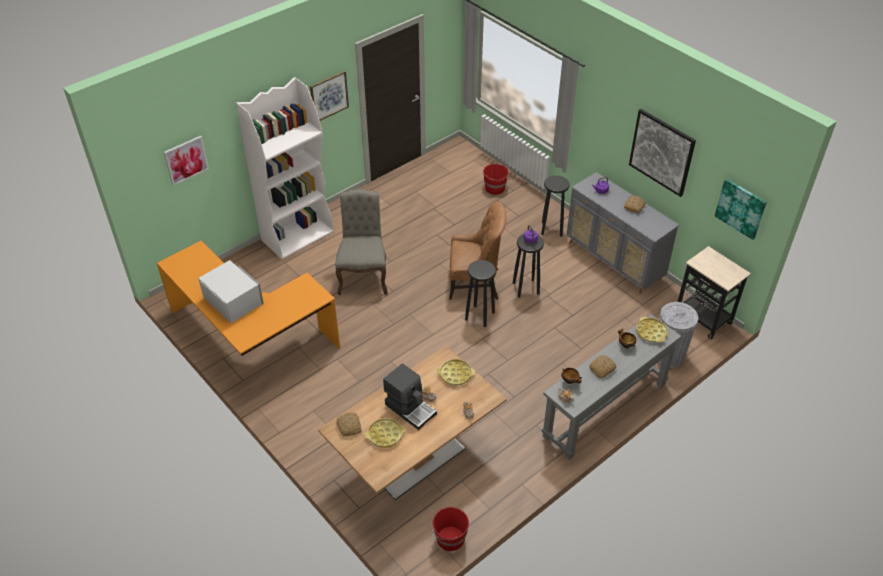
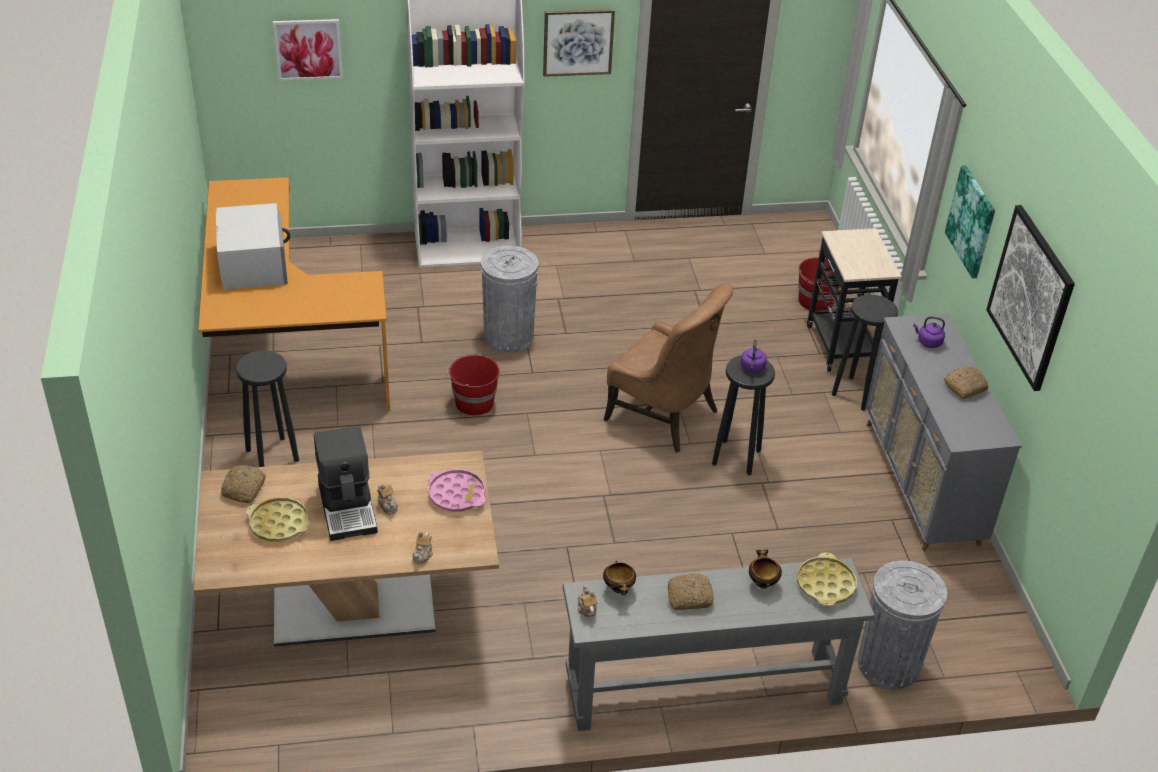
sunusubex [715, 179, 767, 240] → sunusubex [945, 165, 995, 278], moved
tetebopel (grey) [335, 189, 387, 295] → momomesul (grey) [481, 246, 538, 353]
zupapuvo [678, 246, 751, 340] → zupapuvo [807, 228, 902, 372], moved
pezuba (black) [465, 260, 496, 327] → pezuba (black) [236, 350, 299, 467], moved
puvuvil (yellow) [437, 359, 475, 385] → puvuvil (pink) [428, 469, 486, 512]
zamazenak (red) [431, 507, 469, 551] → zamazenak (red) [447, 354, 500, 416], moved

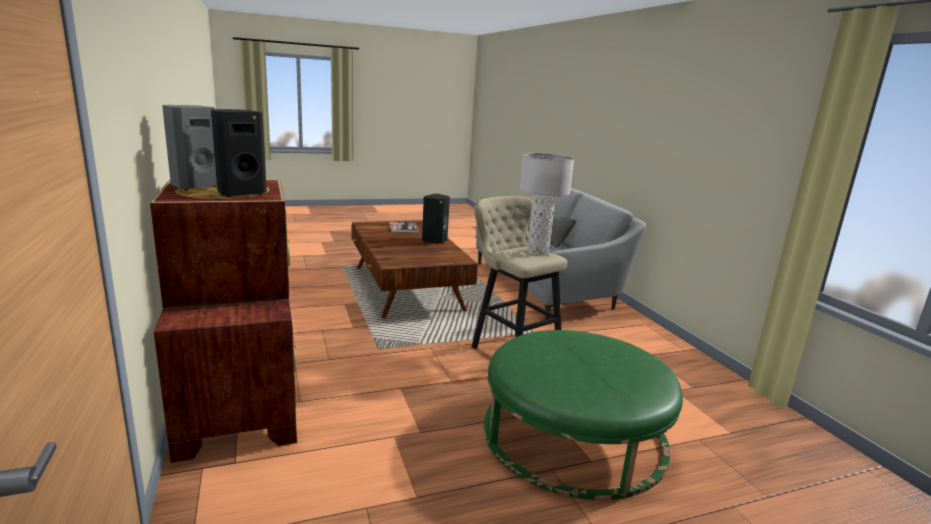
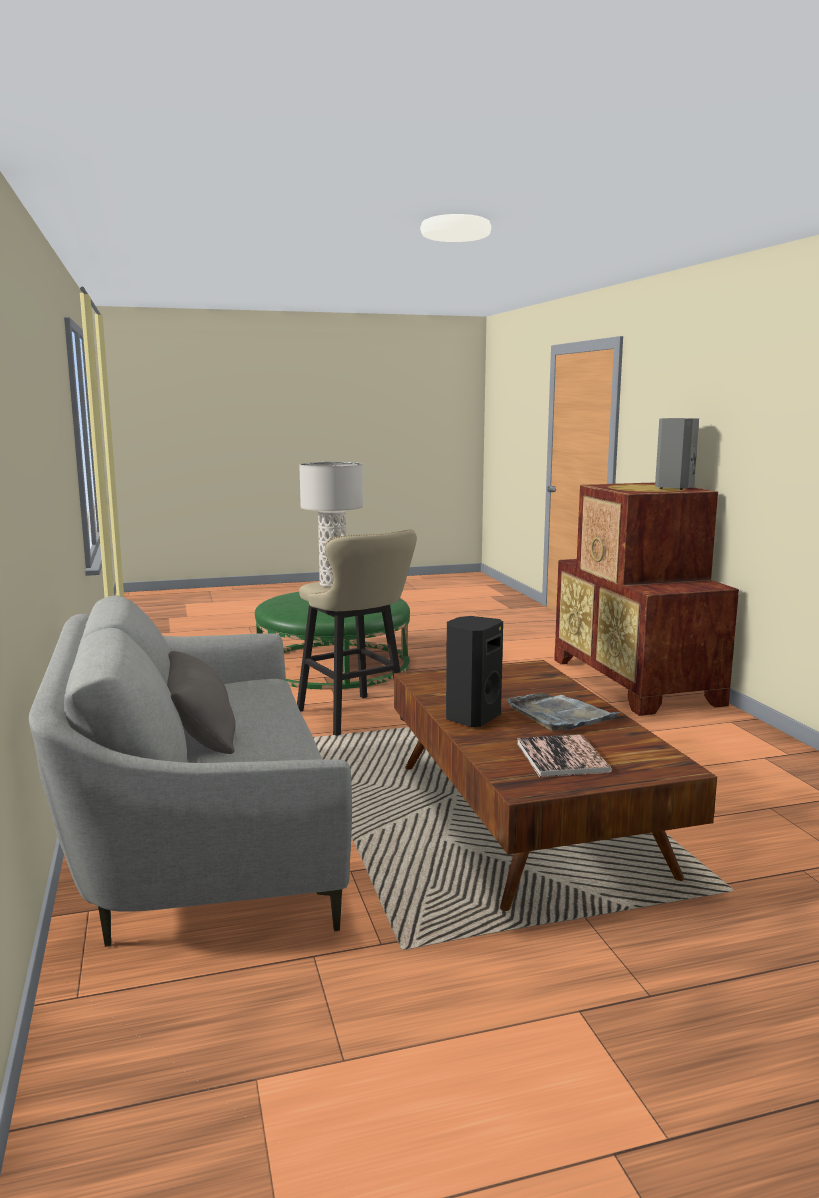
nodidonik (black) [211, 109, 267, 197] → -
- → puvuvil (grey) [507, 693, 620, 731]

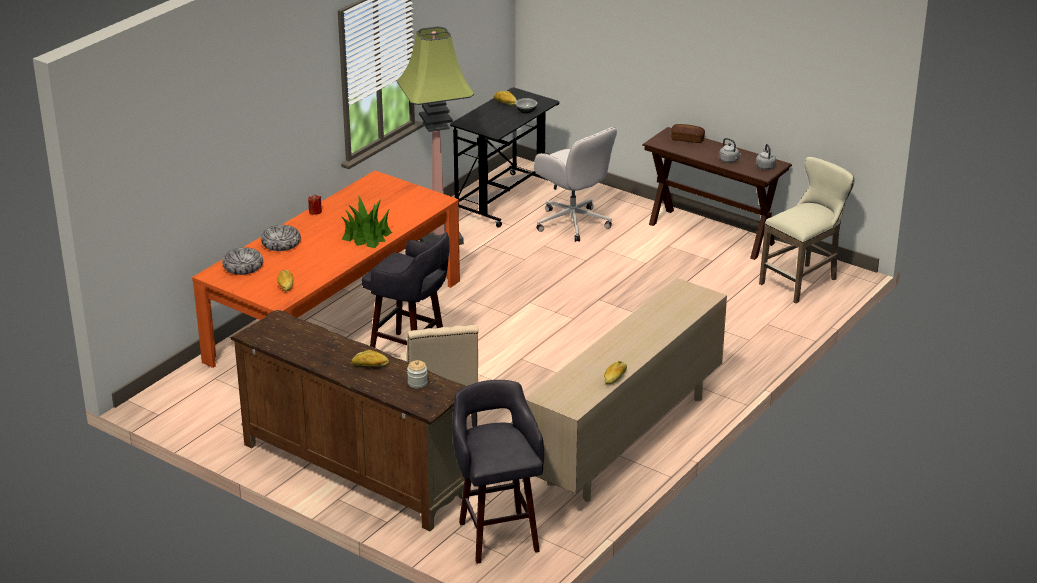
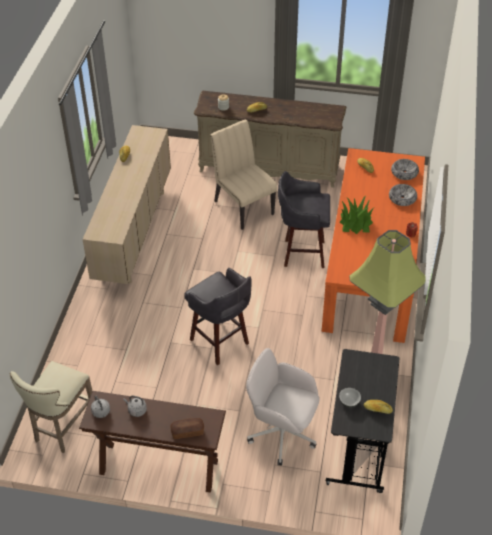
pezuba (grey) [452, 380, 544, 564] → pezuba (grey) [184, 268, 252, 365], moved

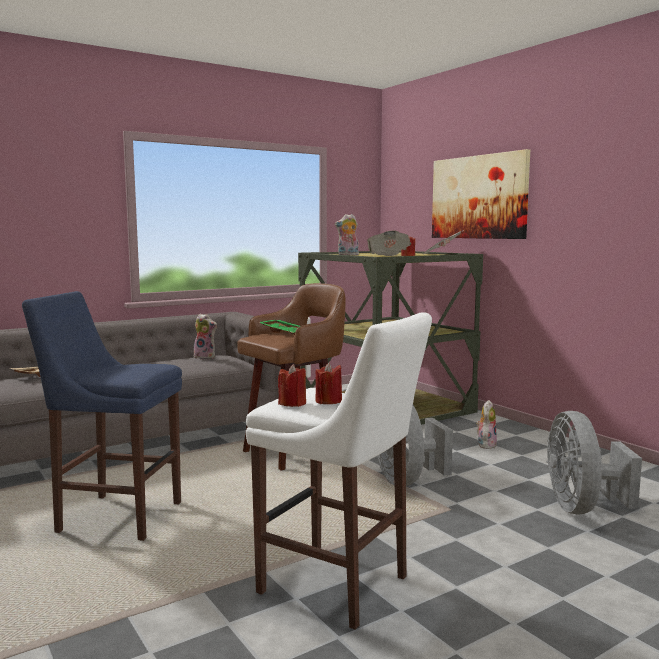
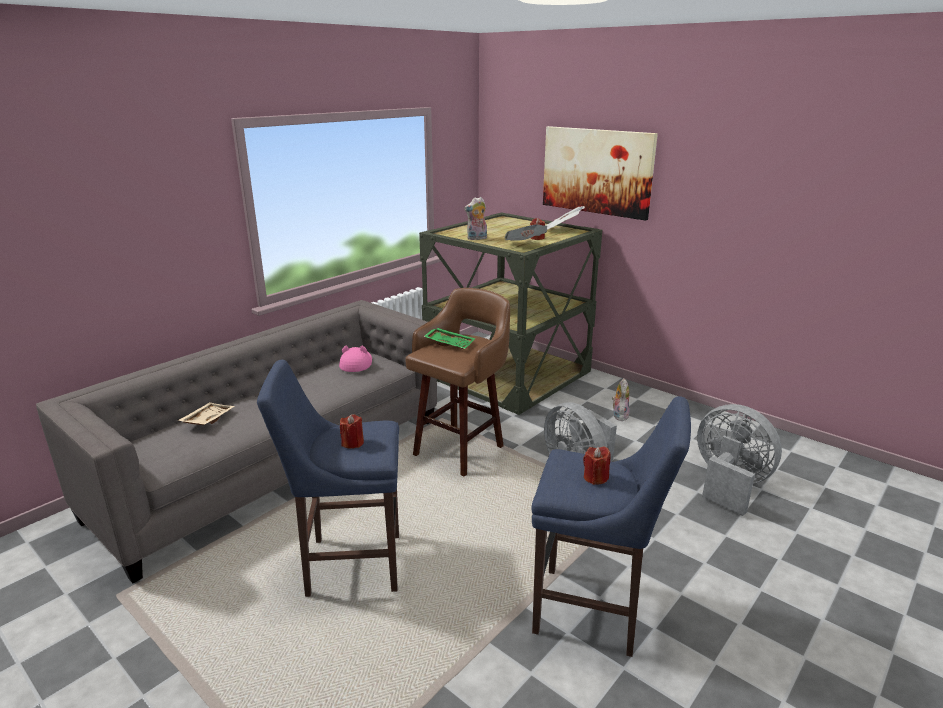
pezuba (white) [246, 312, 432, 630] → pezuba (blue) [531, 396, 691, 657]
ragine [194, 313, 217, 360] → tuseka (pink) [339, 346, 372, 372]
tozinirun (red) [278, 364, 306, 407] → tozinirun (red) [340, 414, 364, 449], moved
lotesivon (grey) [546, 411, 642, 514] → lotesivon (grey) [697, 404, 782, 516], 150 degrees clockwise

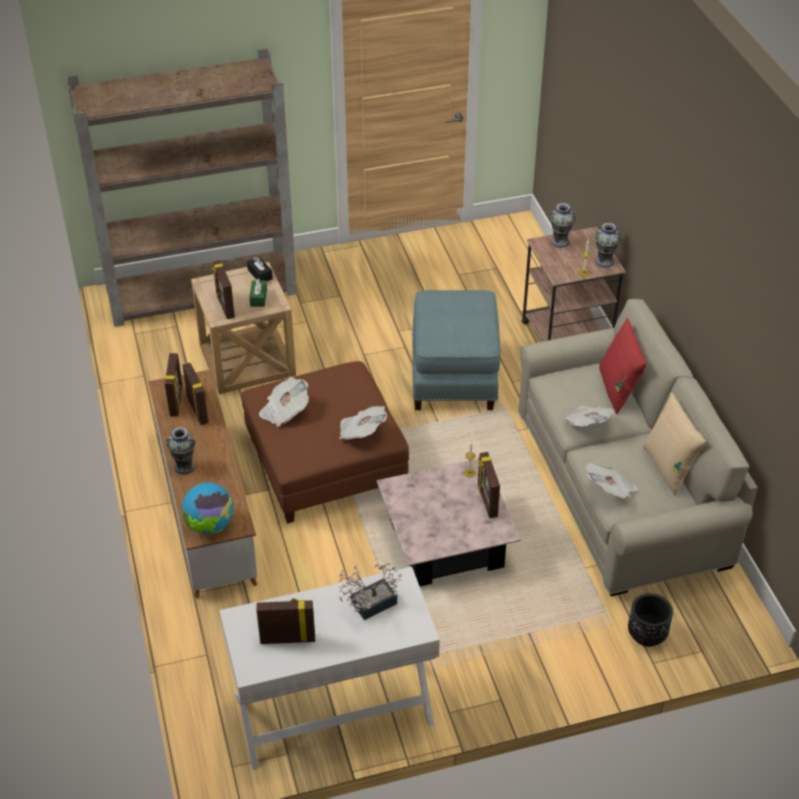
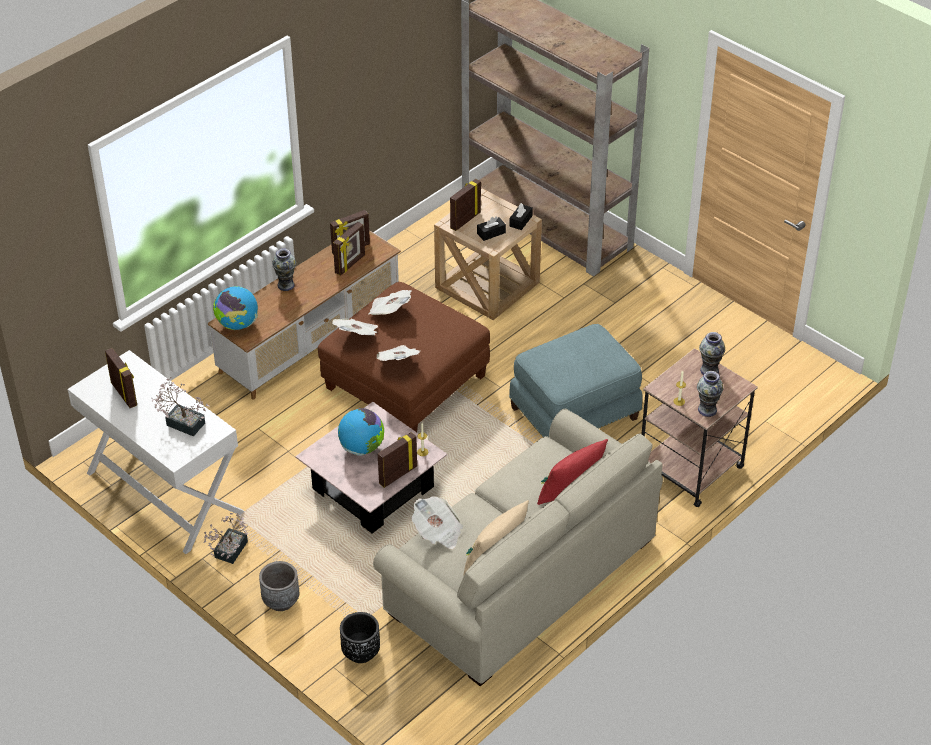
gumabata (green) [249, 278, 267, 307] → gumabata (black) [477, 216, 506, 241]
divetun [563, 406, 615, 427] → divetun [332, 319, 378, 336], moved
- → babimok [338, 408, 384, 456]
- → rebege [204, 513, 248, 564]
- → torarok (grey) [259, 561, 299, 611]

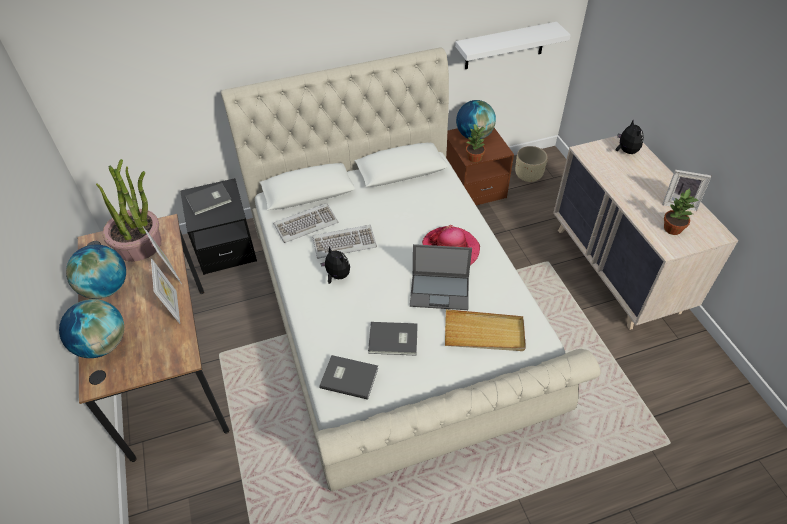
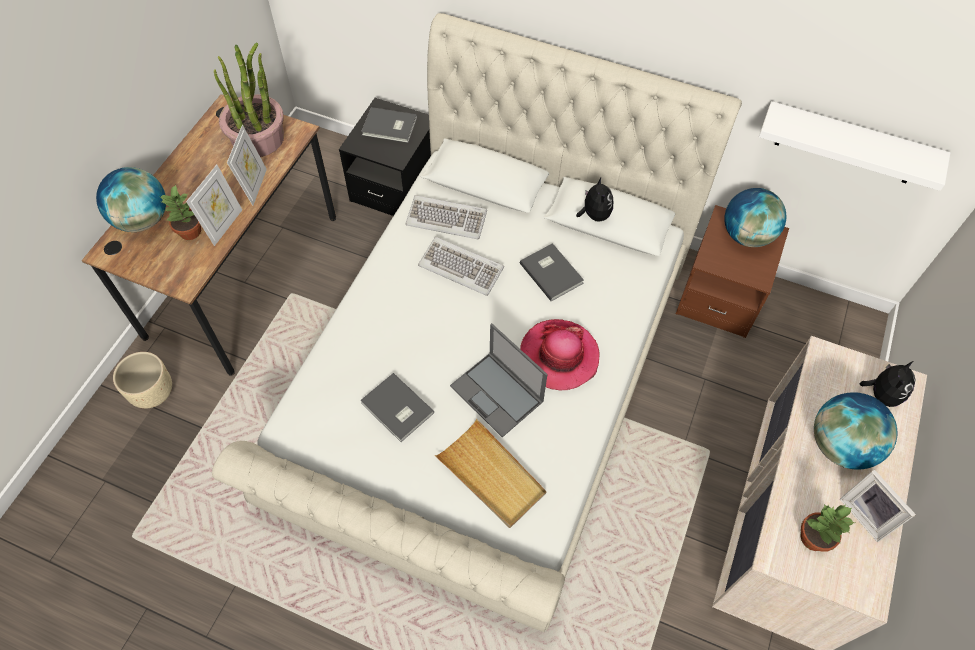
rebege [466, 124, 485, 162] → rebege [160, 184, 201, 240], moved
torarok (beige) [515, 146, 548, 182] → torarok (beige) [113, 352, 172, 409], moved
babimok [66, 245, 126, 299] → babimok [814, 392, 898, 470], moved
ragine [320, 247, 350, 284] → ragine [576, 177, 613, 222], moved
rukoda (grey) [319, 355, 378, 400] → rukoda (grey) [520, 243, 584, 301], moved

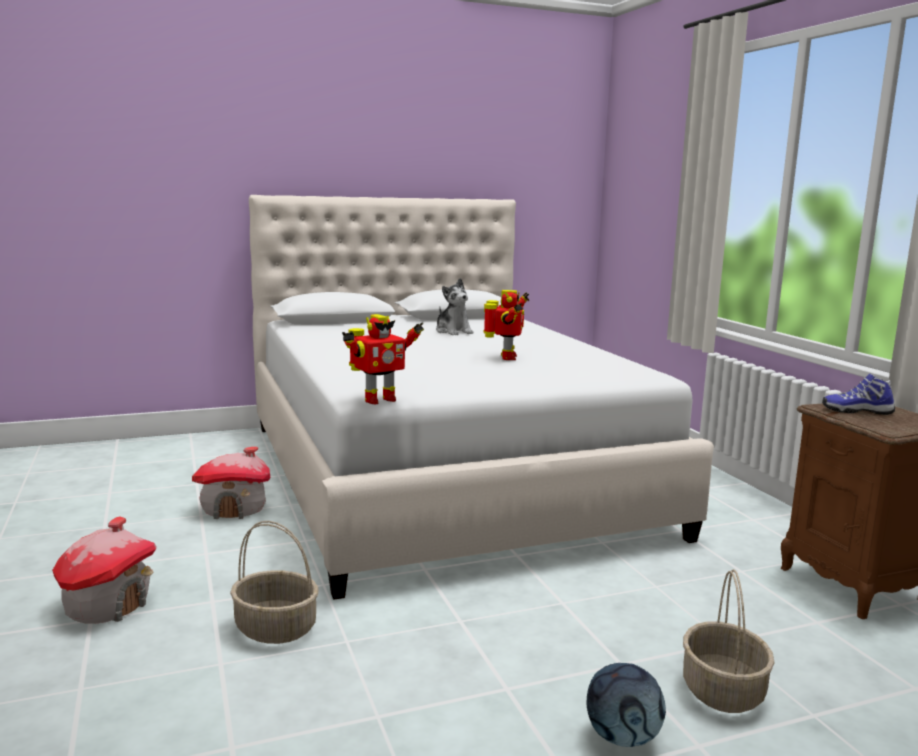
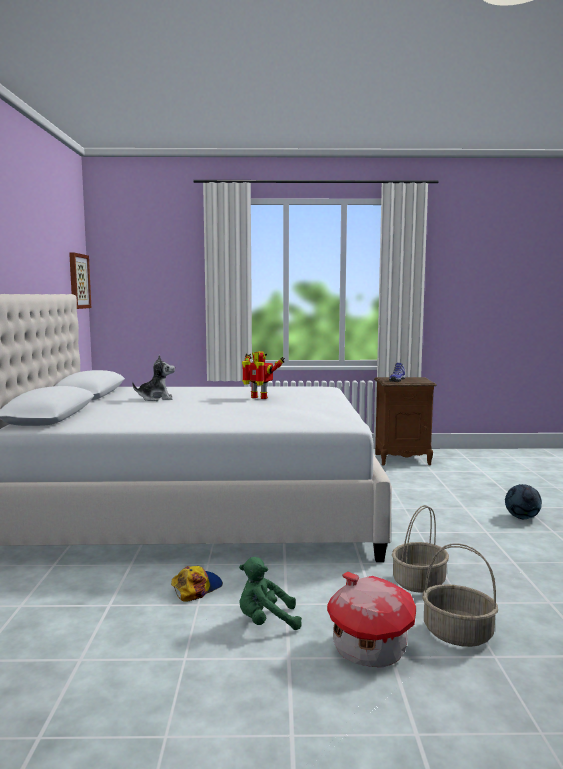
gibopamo [342, 314, 424, 404] → -
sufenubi [192, 447, 270, 519] → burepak [171, 566, 223, 602]
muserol [683, 569, 775, 713] → muserol [422, 543, 498, 647], moved
- → sunusubex [69, 252, 91, 309]
- → ragine (green) [239, 557, 302, 630]

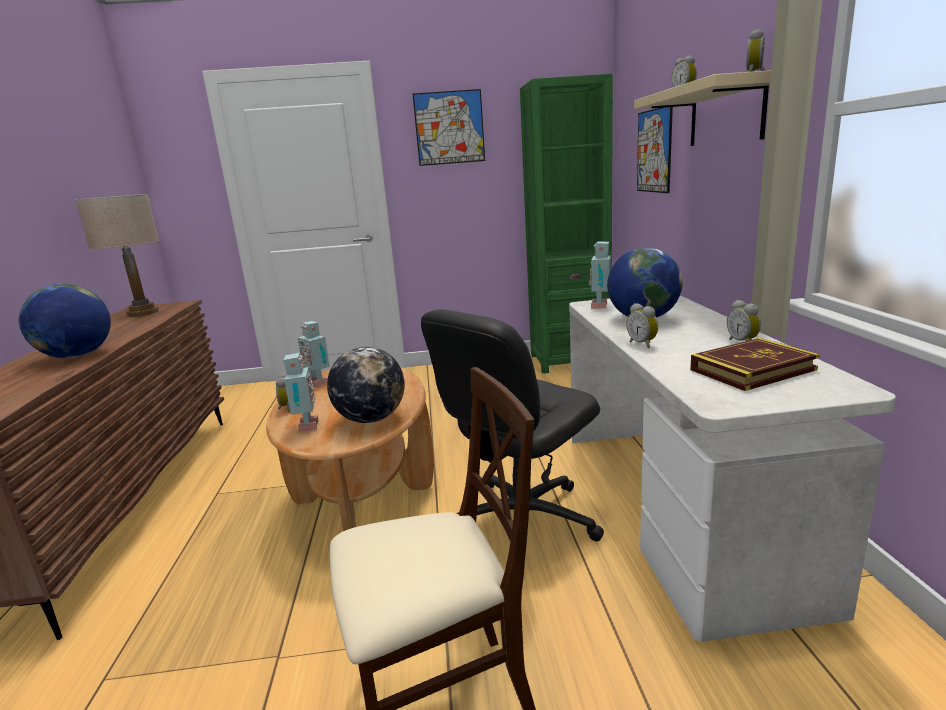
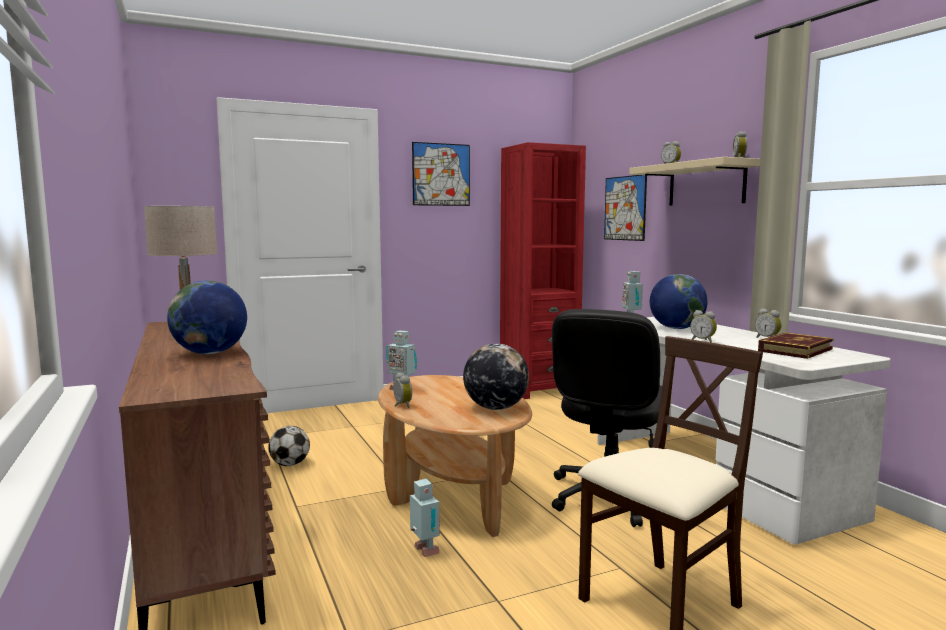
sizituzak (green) [520, 74, 613, 374] → sizituzak (red) [500, 142, 586, 399]
gibopamo [284, 353, 318, 432] → gibopamo [410, 479, 440, 557], moved
- → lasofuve [268, 426, 310, 466]

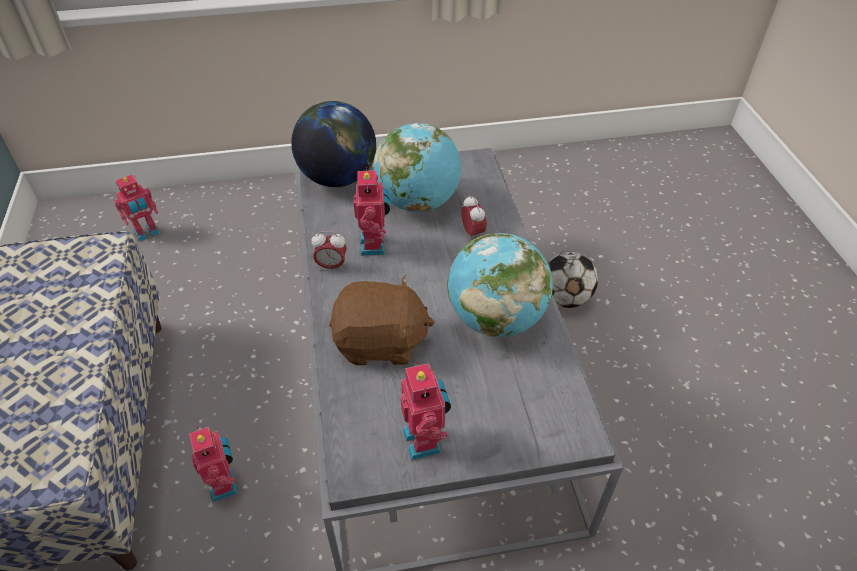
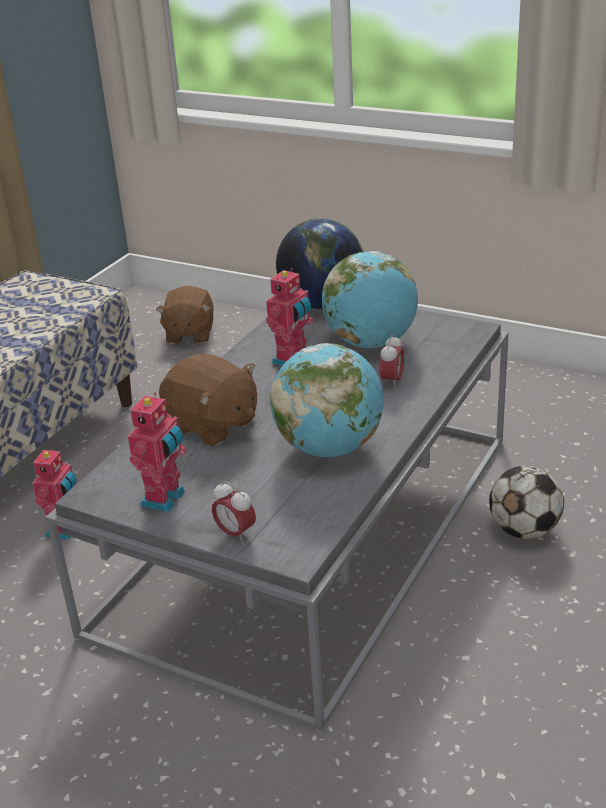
gibopamo [114, 175, 160, 241] → ragine (brown) [156, 286, 213, 344]
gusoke [312, 231, 347, 270] → gusoke [212, 481, 256, 544], moved

